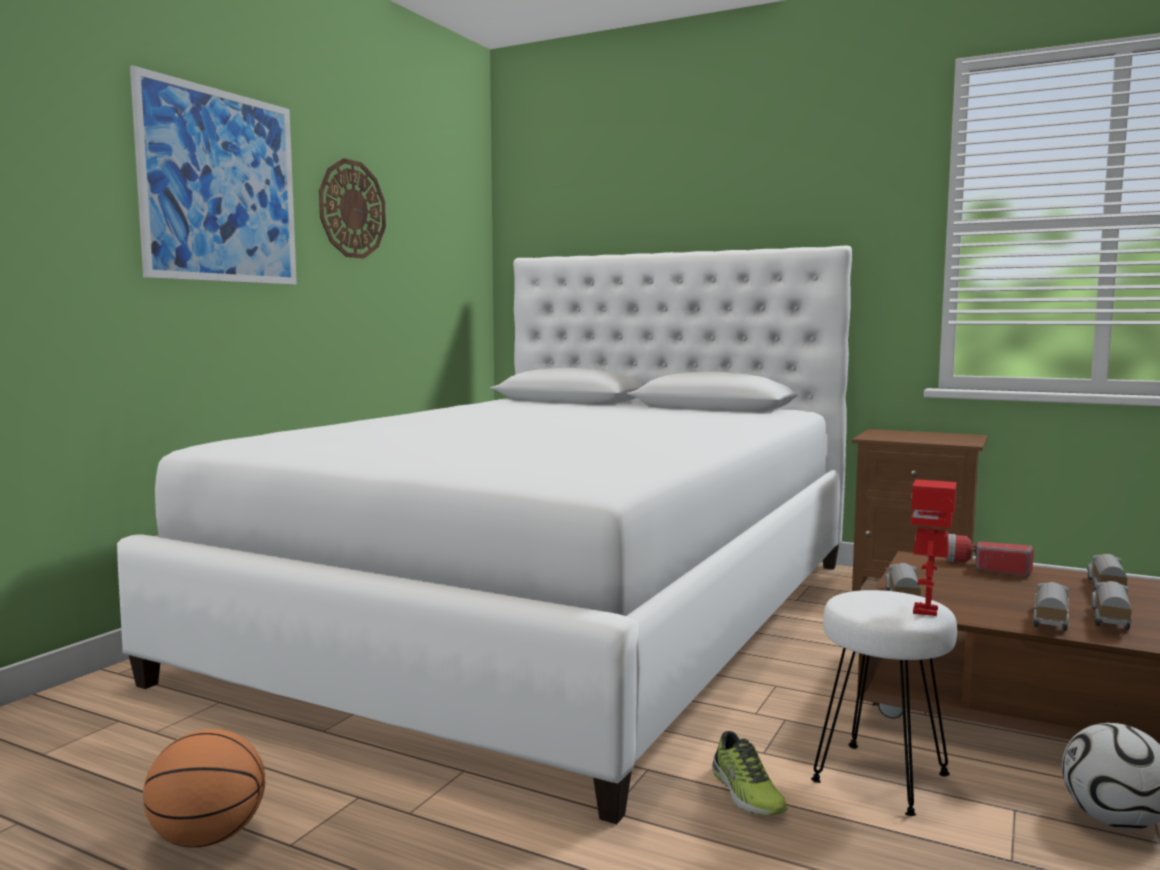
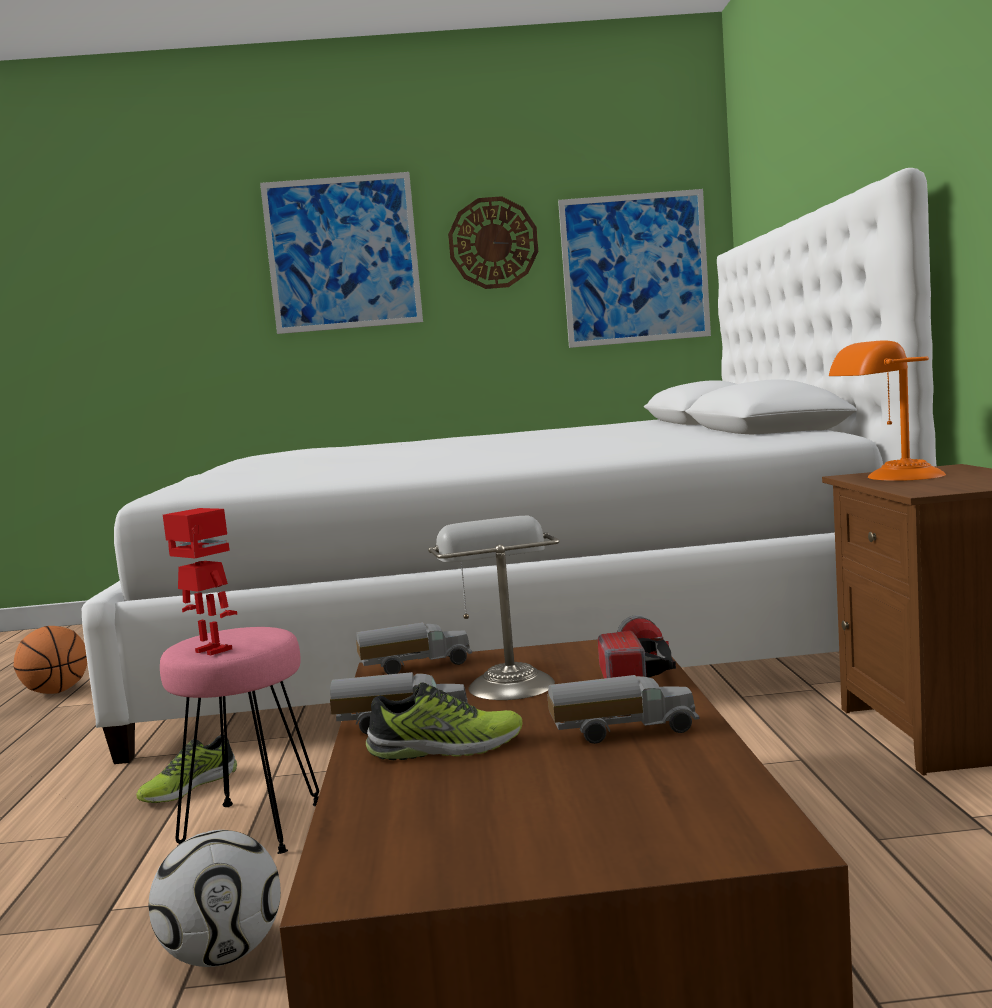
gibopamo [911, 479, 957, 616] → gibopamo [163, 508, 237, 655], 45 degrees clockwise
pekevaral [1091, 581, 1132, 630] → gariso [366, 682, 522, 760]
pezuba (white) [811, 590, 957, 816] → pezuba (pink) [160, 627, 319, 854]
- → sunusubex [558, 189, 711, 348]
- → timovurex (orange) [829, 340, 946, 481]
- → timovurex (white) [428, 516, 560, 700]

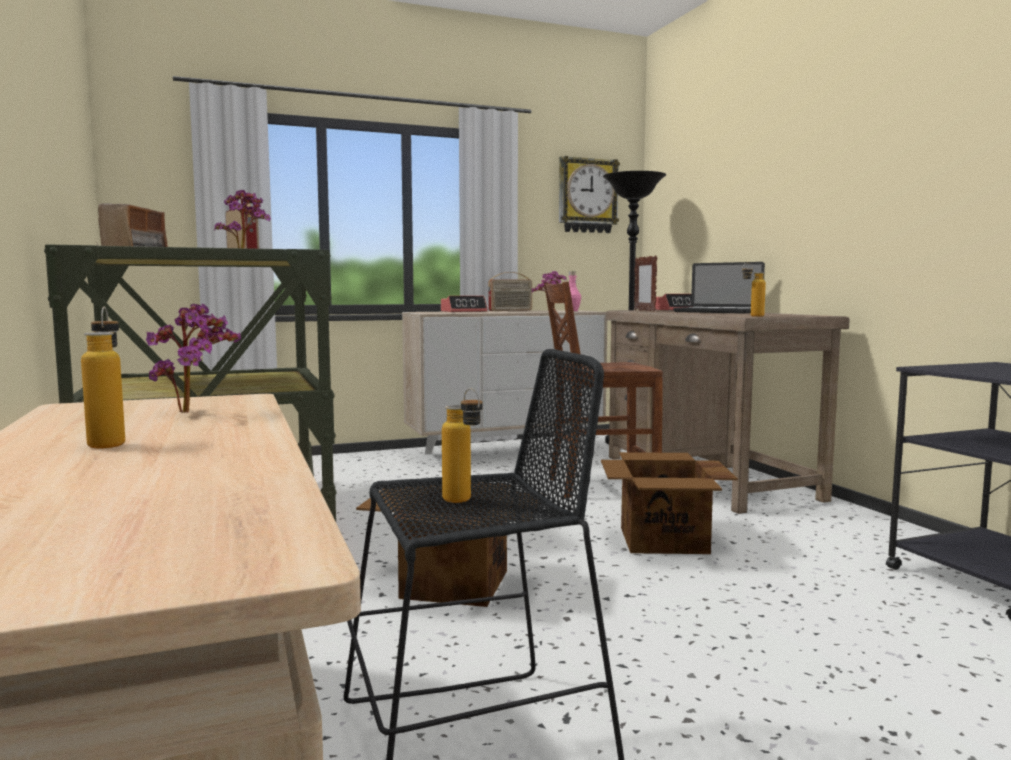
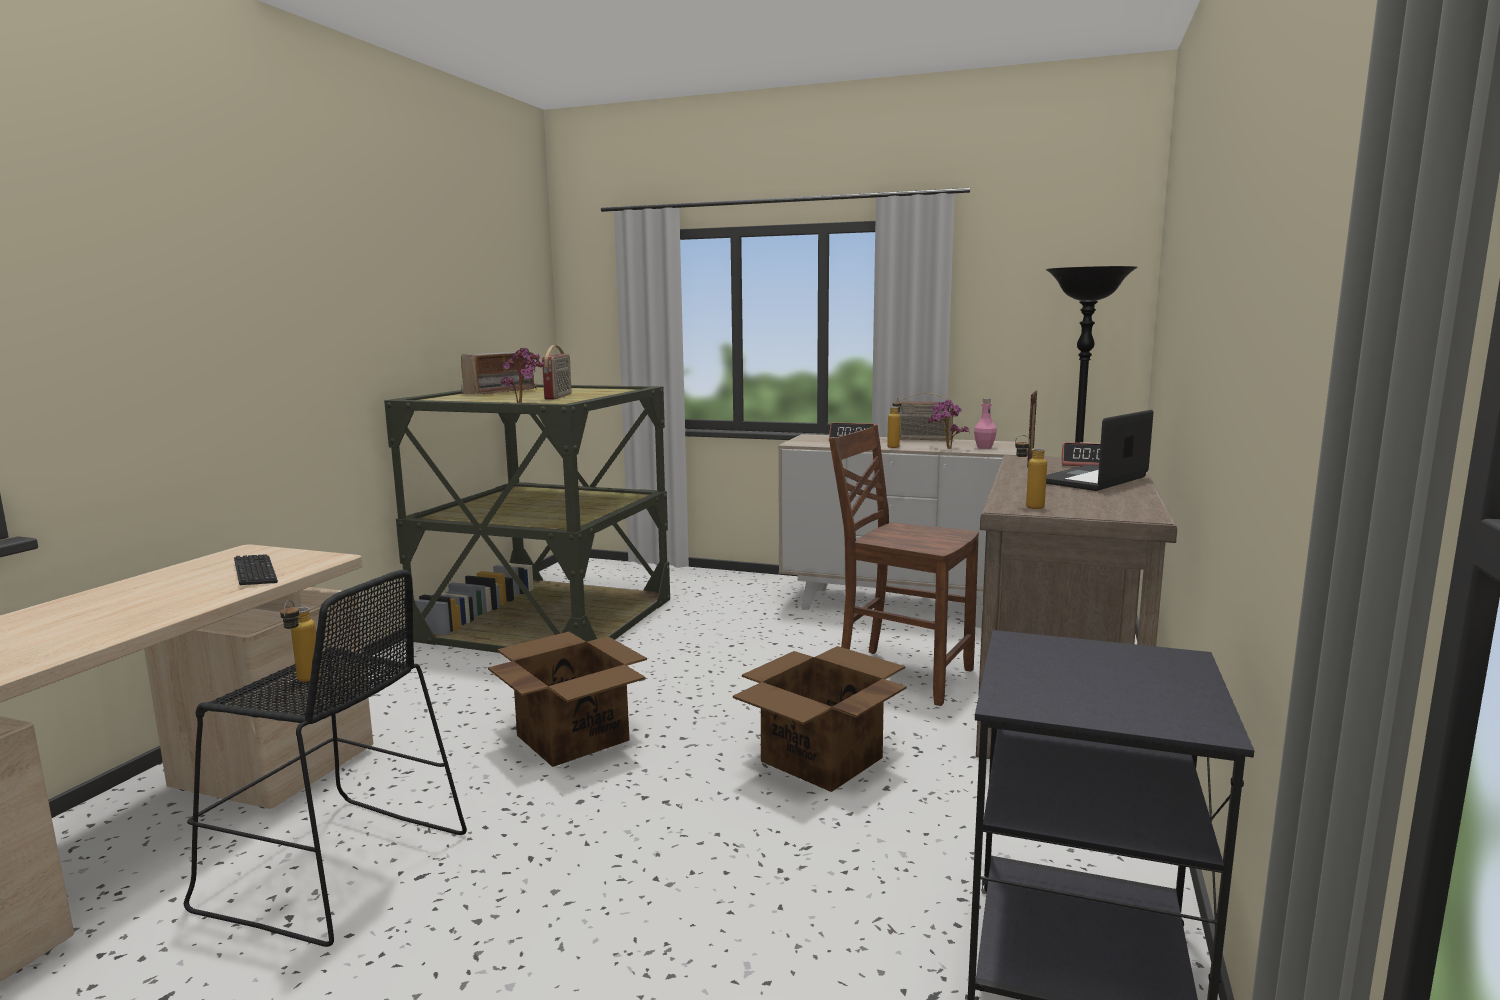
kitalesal [559, 156, 620, 233] → -
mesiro [673, 262, 765, 314] → mesiro [1046, 410, 1153, 491], 60 degrees clockwise
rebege [146, 304, 241, 413] → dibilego [234, 554, 278, 585]
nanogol [81, 306, 125, 449] → nanogol [887, 397, 901, 448], moved

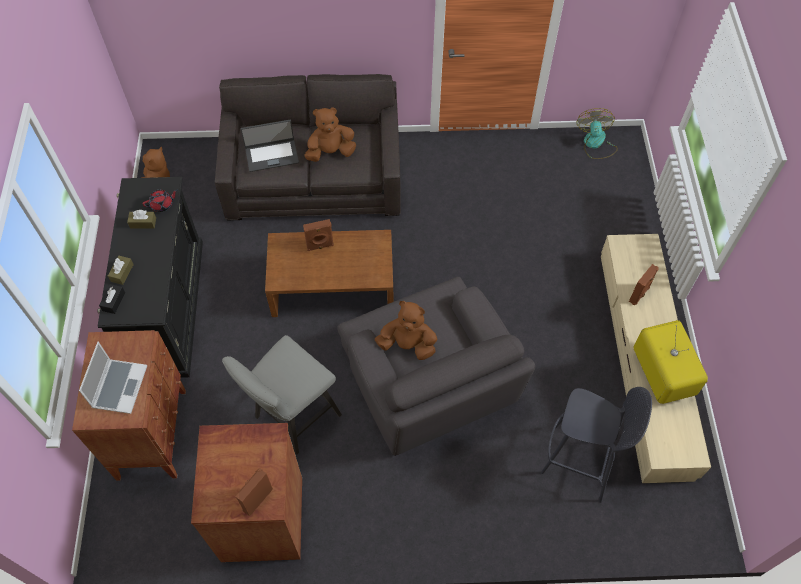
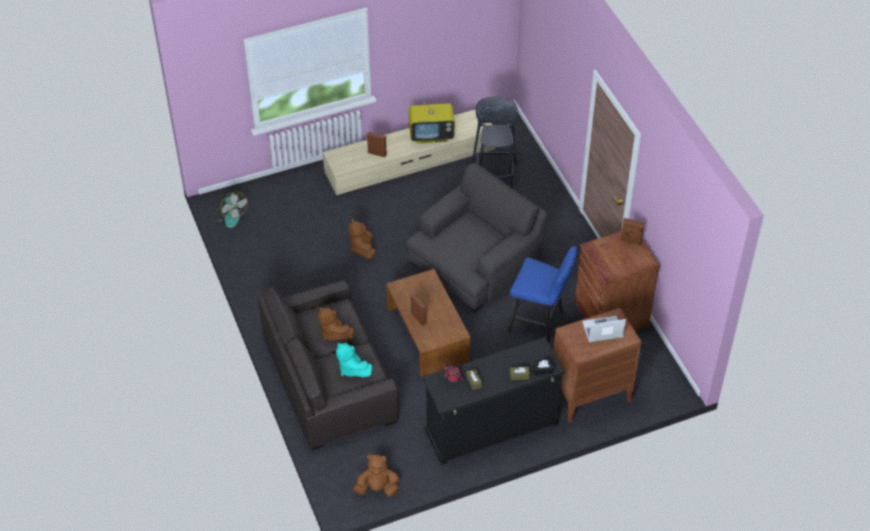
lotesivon [576, 108, 618, 159] → lotesivon [212, 192, 248, 228], 105 degrees counterclockwise
mesiro [241, 120, 299, 172] → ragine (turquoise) [336, 343, 372, 377]
ragine (brown) [375, 301, 437, 360] → ragine (brown) [348, 218, 376, 259], moved
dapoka [634, 320, 708, 404] → dapoka [409, 97, 455, 144], 150 degrees counterclockwise
pezuba (grey) [222, 335, 342, 455] → pezuba (blue) [508, 246, 577, 343]

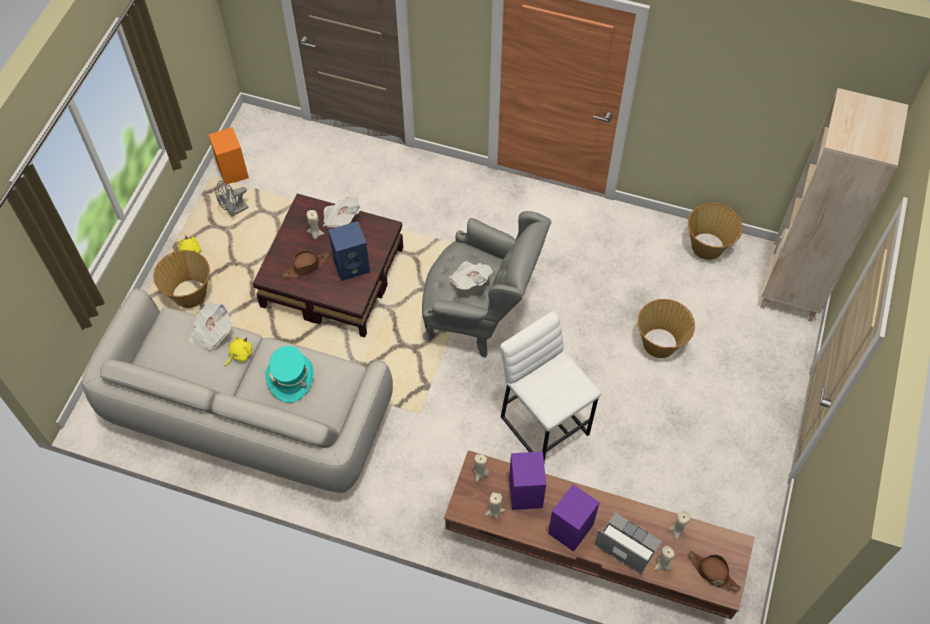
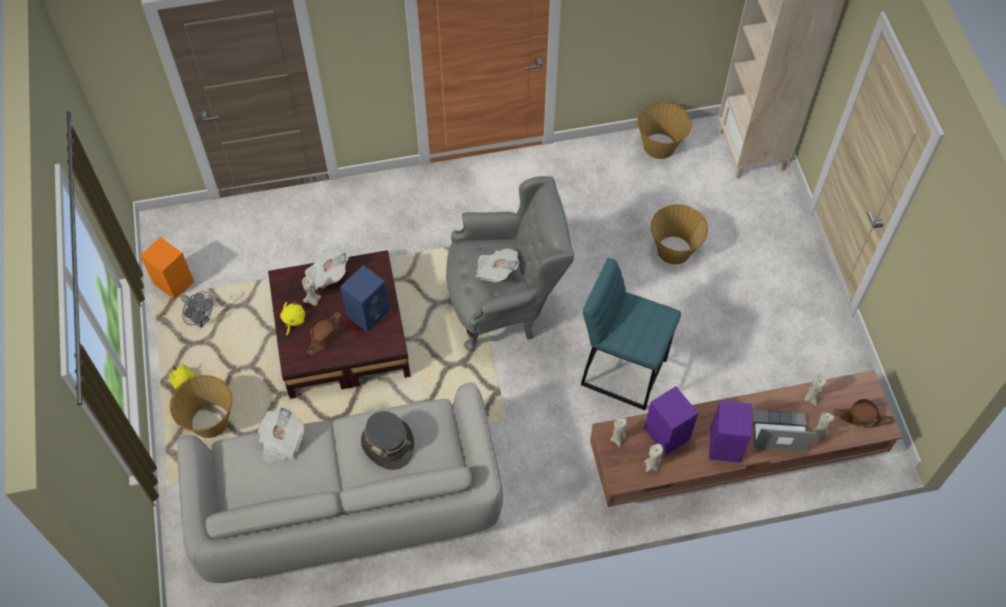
lotesivon (grey) [215, 181, 249, 217] → lotesivon (grey) [181, 291, 213, 328], 75 degrees counterclockwise
pezuba (white) [500, 311, 601, 462] → pezuba (turquoise) [581, 258, 681, 410]
ragine (yellow) [225, 335, 252, 366] → ragine (yellow) [280, 300, 305, 336], moved
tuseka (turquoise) [265, 346, 314, 403] → tuseka (grey) [361, 411, 414, 470]

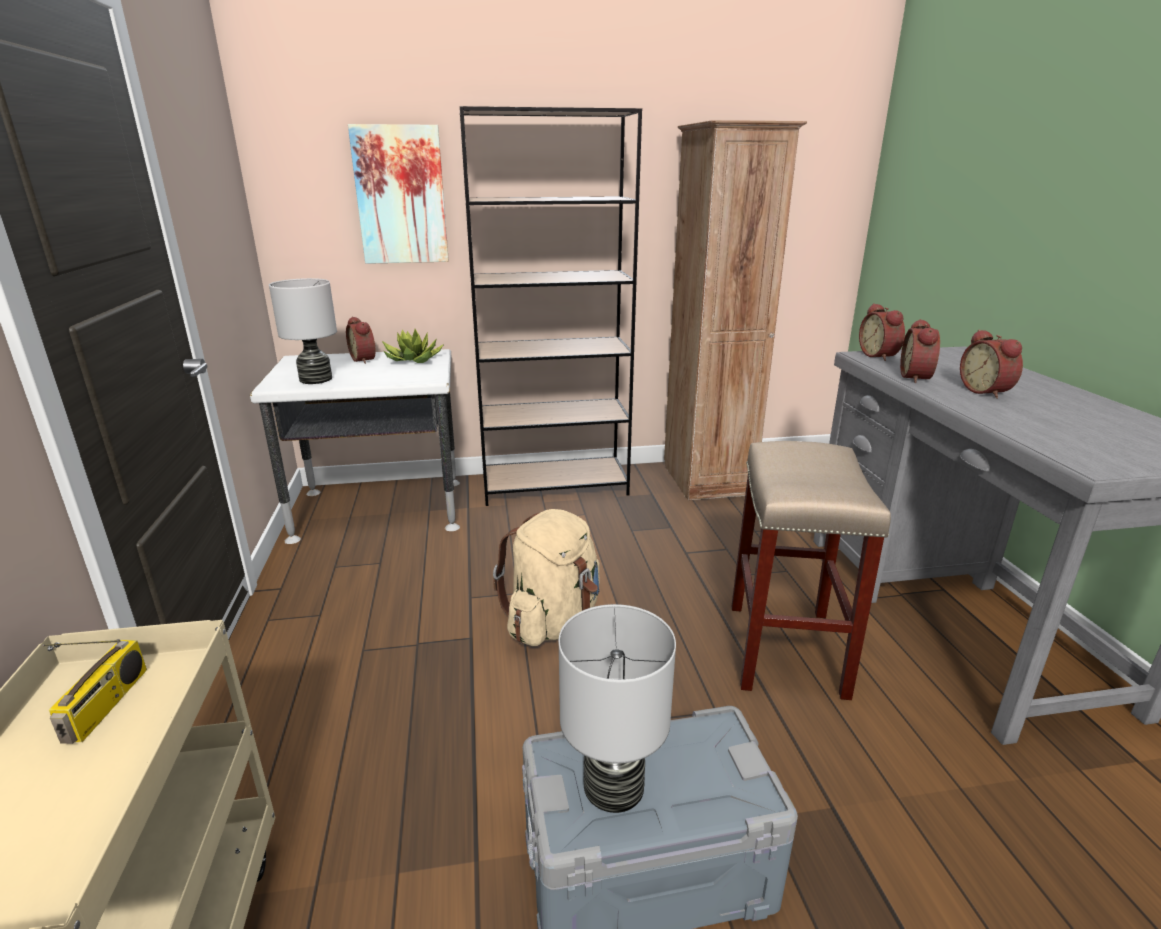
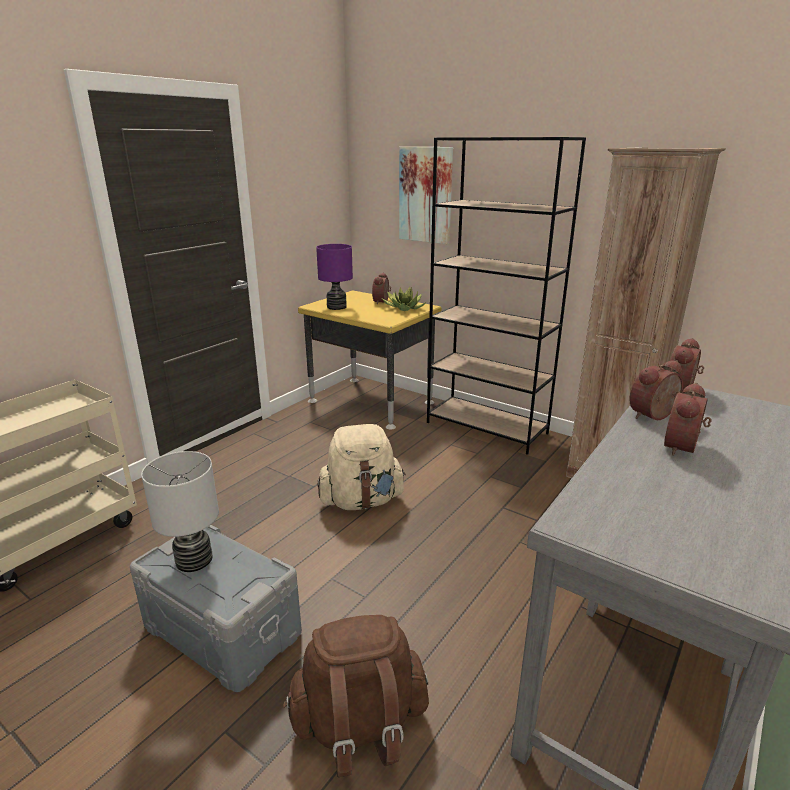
timovurex (grey) [269, 278, 337, 384] → timovurex (purple) [316, 244, 353, 310]
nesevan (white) [250, 349, 460, 544] → nesevan (yellow) [298, 290, 441, 429]
pezuba (beige) [732, 441, 891, 700] → -
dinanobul [42, 639, 147, 744] → -
- → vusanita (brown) [283, 615, 429, 777]

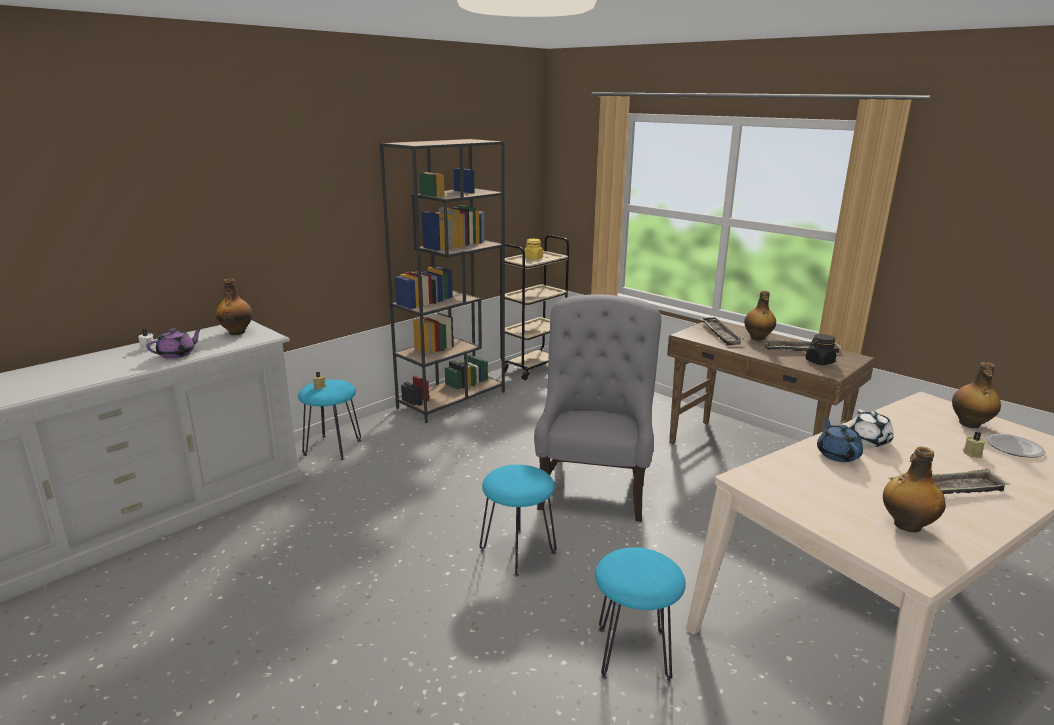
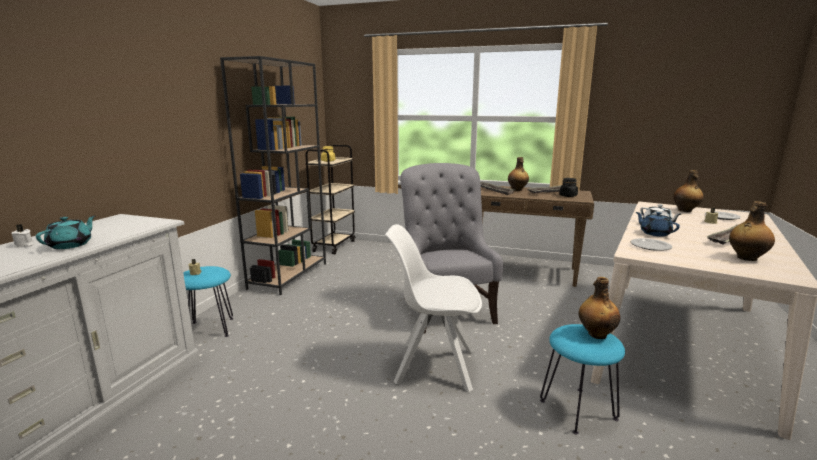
nanogol [216, 278, 252, 335] → nanogol [579, 277, 620, 339], moved
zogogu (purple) [146, 328, 202, 359] → zogogu (turquoise) [36, 216, 95, 249]
pezuba (turquoise) [480, 465, 557, 577] → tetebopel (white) [385, 224, 482, 392]
- → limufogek [631, 238, 672, 251]

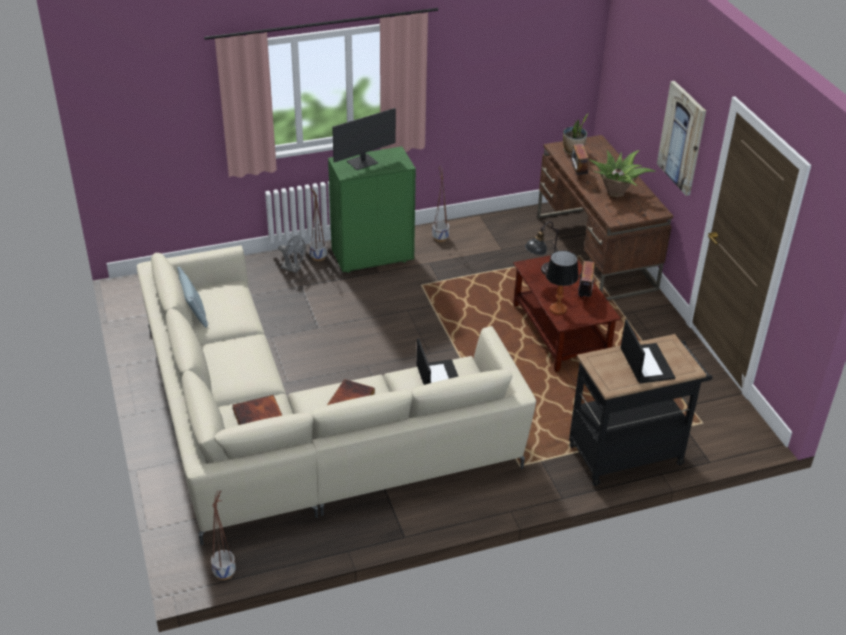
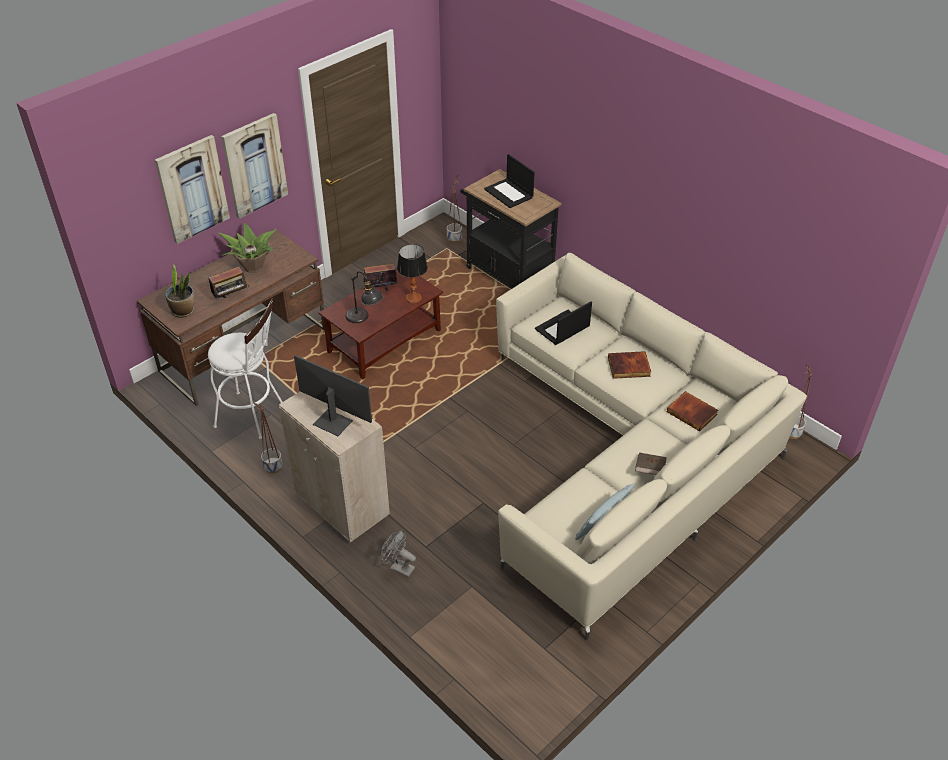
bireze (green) [328, 146, 416, 273] → bireze (beige) [279, 392, 390, 542]
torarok [309, 188, 327, 261] → torarok [447, 175, 462, 243], moved
lotesivon (grey) [278, 235, 306, 273] → lotesivon (grey) [381, 530, 416, 577], 60 degrees counterclockwise
mesiro [621, 320, 675, 383] → mesiro [484, 154, 535, 208], 90 degrees counterclockwise
- → sunusubex [155, 135, 230, 244]
- → pezuba (white) [208, 299, 282, 439]
- → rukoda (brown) [635, 453, 667, 475]

